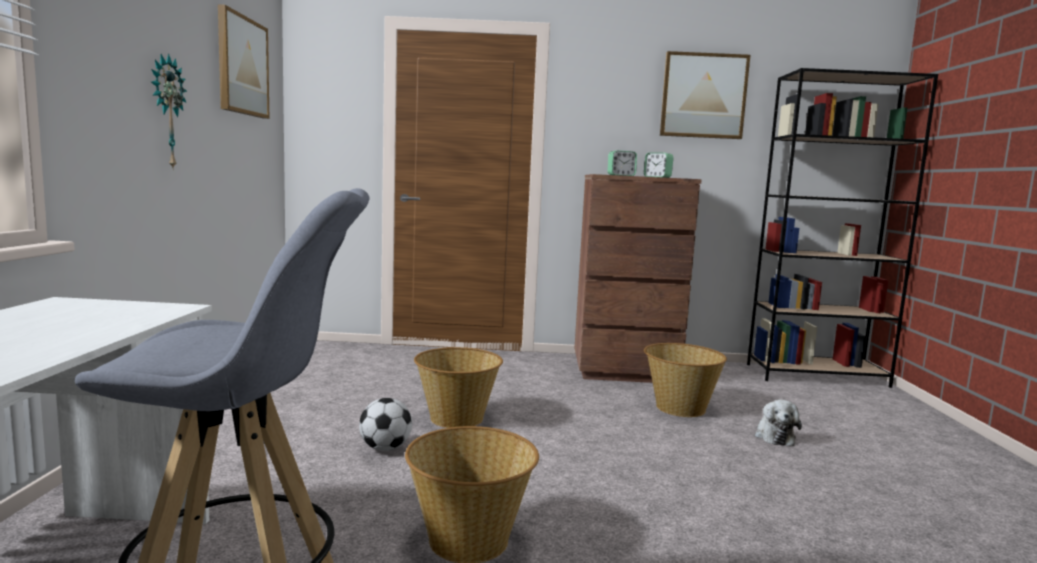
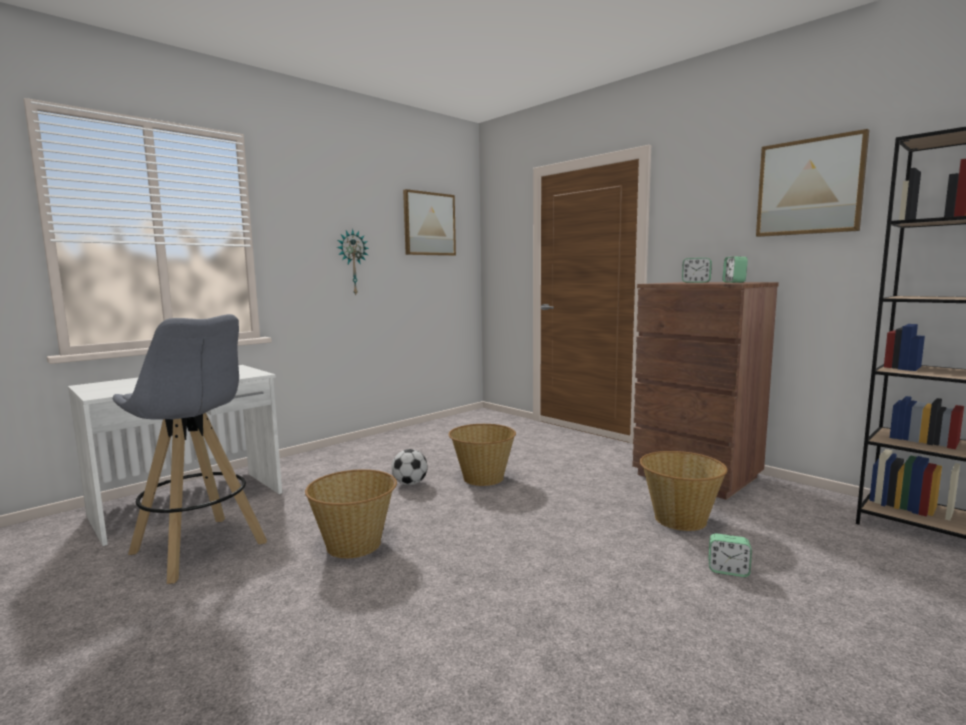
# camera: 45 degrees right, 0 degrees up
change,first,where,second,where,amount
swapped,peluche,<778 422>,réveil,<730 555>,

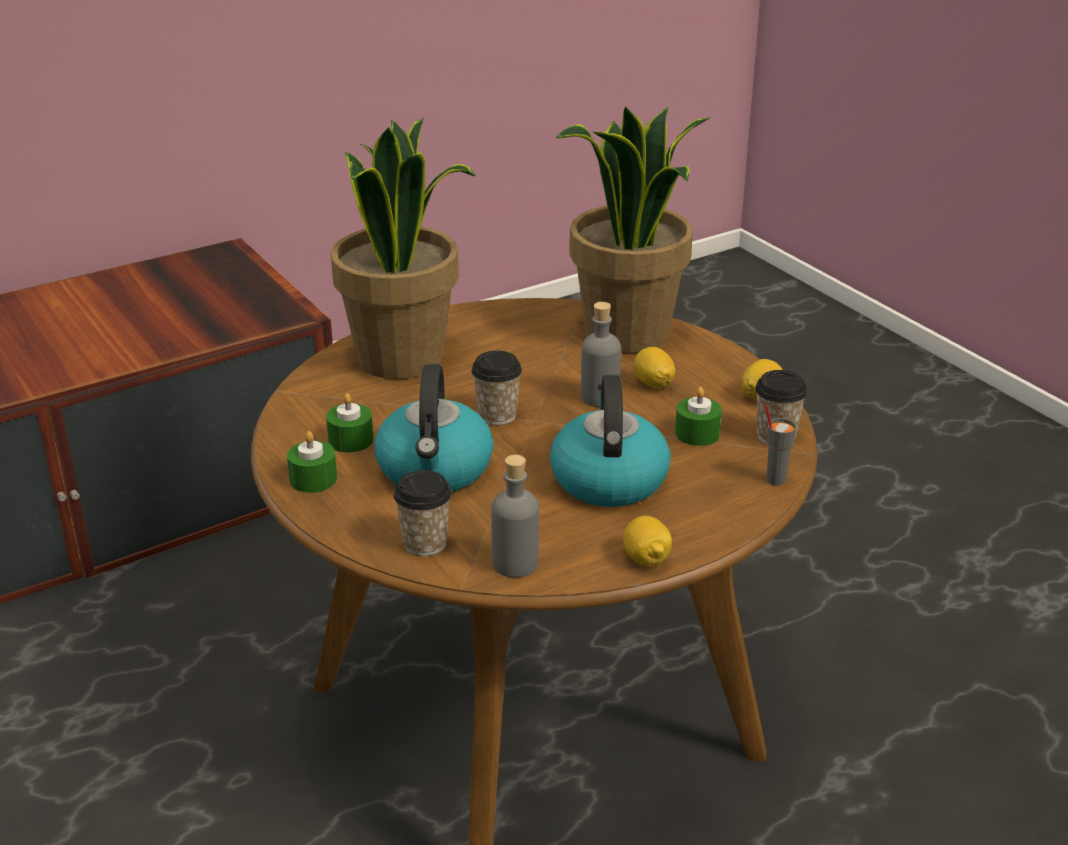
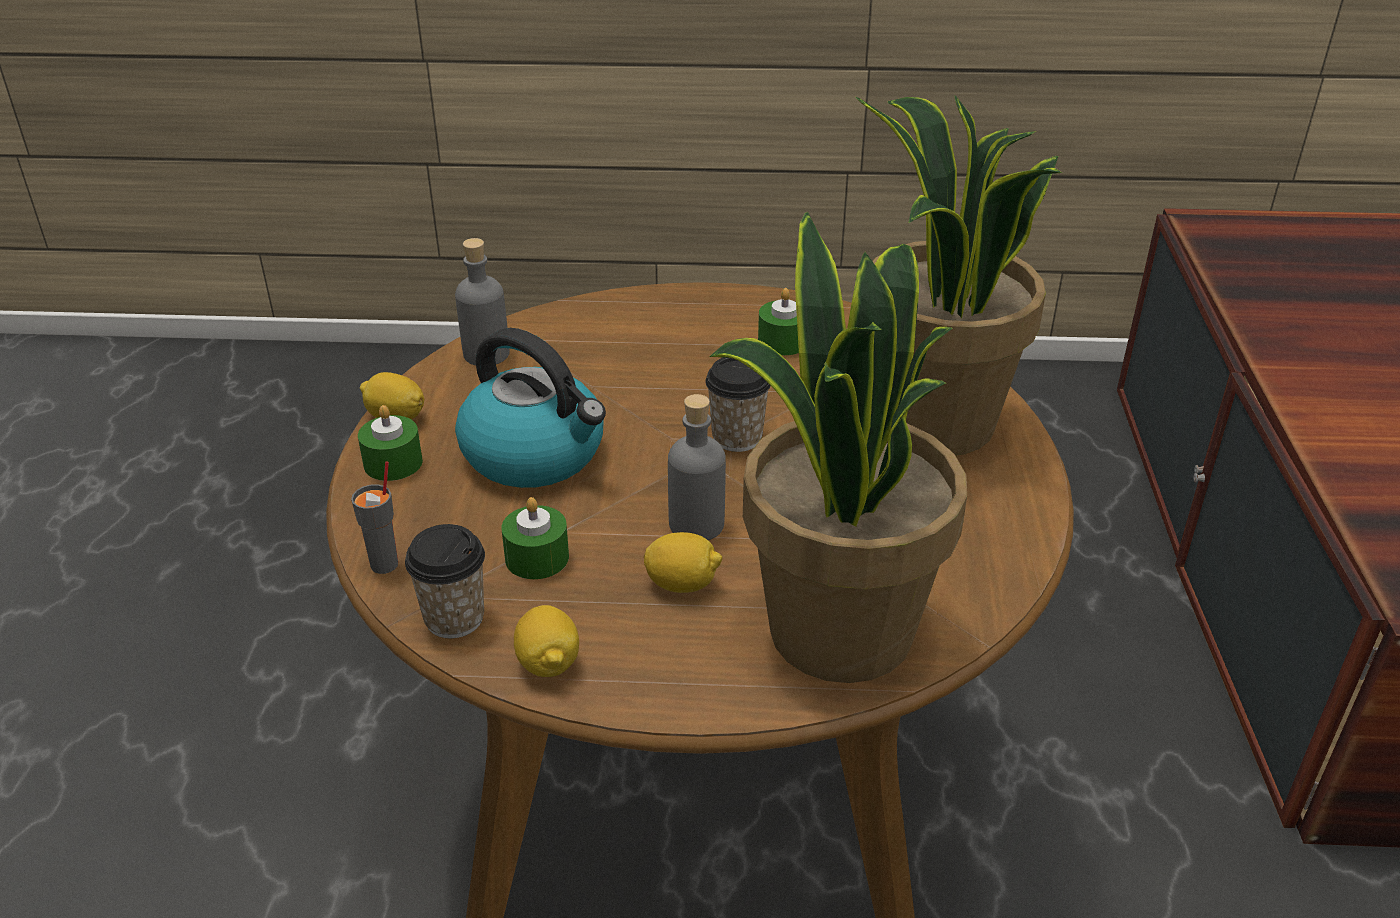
# camera: 125 degrees right, 5 degrees up
change,first,where,second,where,amount
gone,bouilloire,<433 428>,,,
gone,tasse,<422 513>,,,
shifted,bougie [vert],<312 462>,,<390 443>,

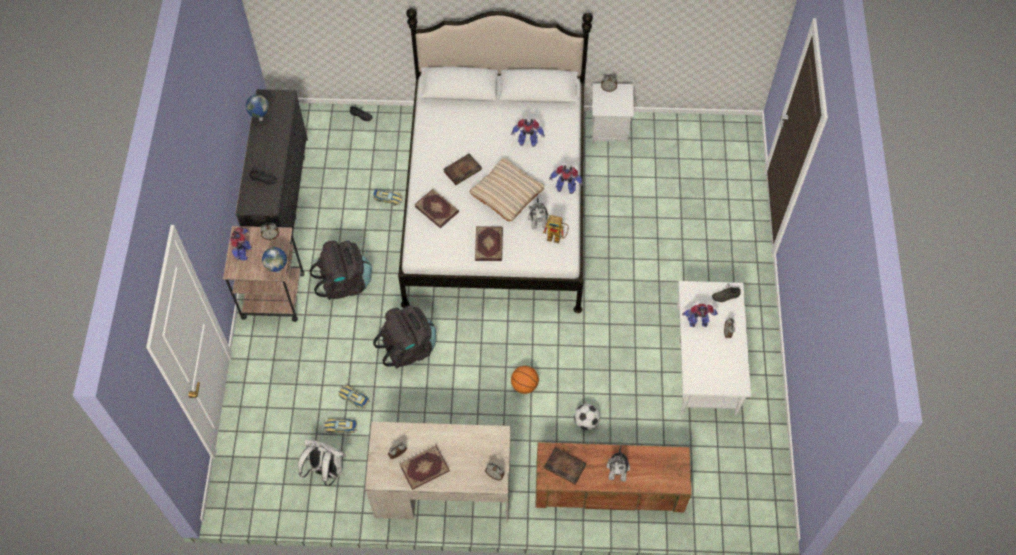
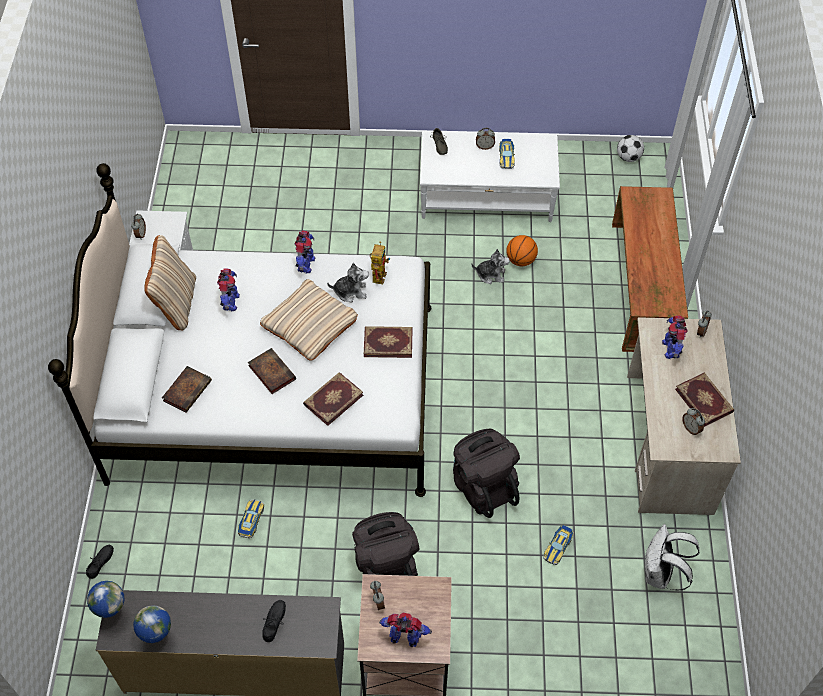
# camera: 90 degrees left, 5 degrees down
change,first,where,second,where,amount
new,,,coussin [beige],<170 283>,
shifted,globe,<274 260>,,<105 599>,
shifted,petite voiture,<340 426>,,<507 154>,
shifted,ballon de basket,<525 380>,,<522 250>,
shifted,livre,<565 466>,,<187 389>,
shifted,ballon de foot,<587 417>,,<630 148>,
shifted,peluche,<618 463>,,<490 266>,
shifted,robot jouet,<700 315>,,<675 337>,

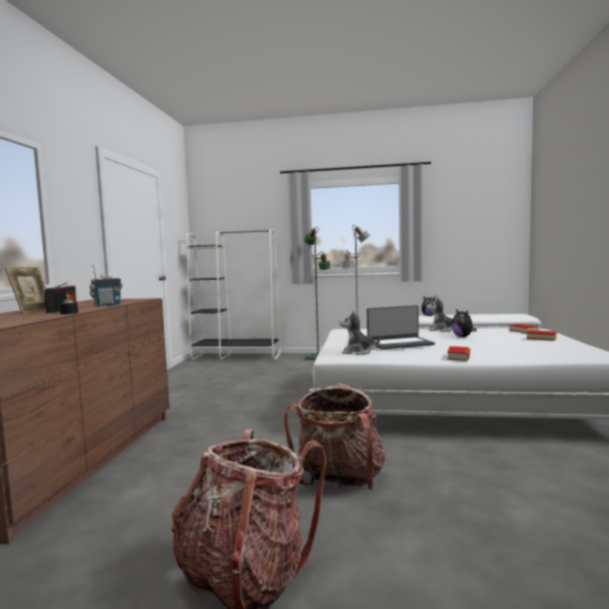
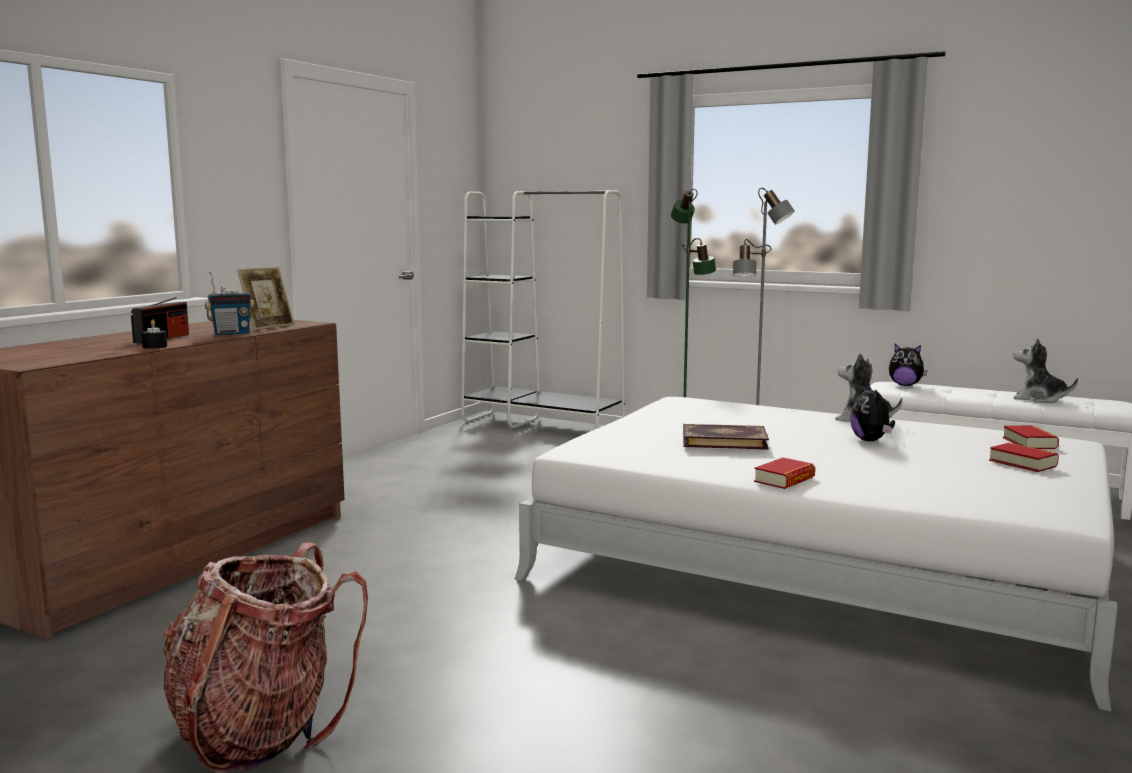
# camera: 20 degrees right, 5 degrees up
change,first,where,second,where,amount
gone,sac à dos,<334 436>,,,
shifted,cadre photo,<25 290>,,<266 298>,
shifted,peluche,<360 332>,,<1045 370>,
swapped,ordinateur portable,<401 327>,livre,<726 437>,

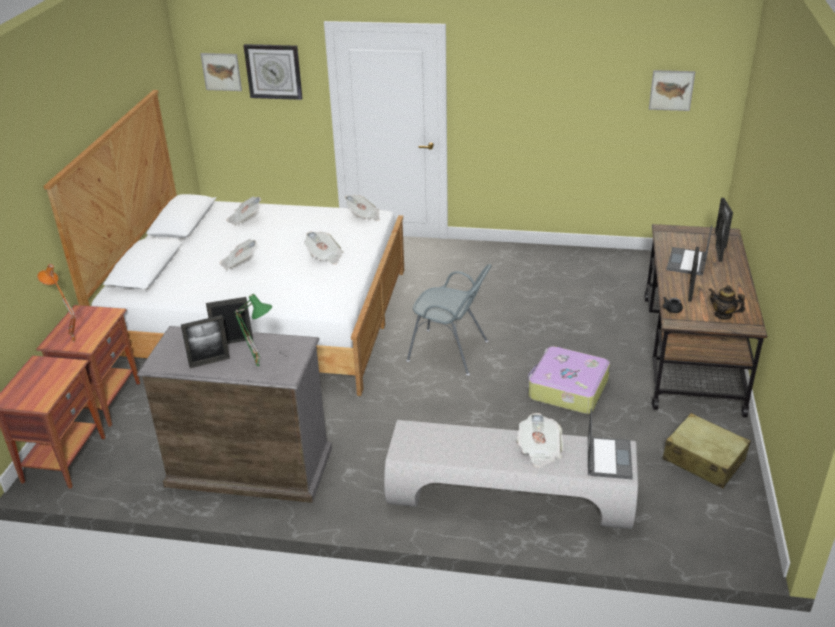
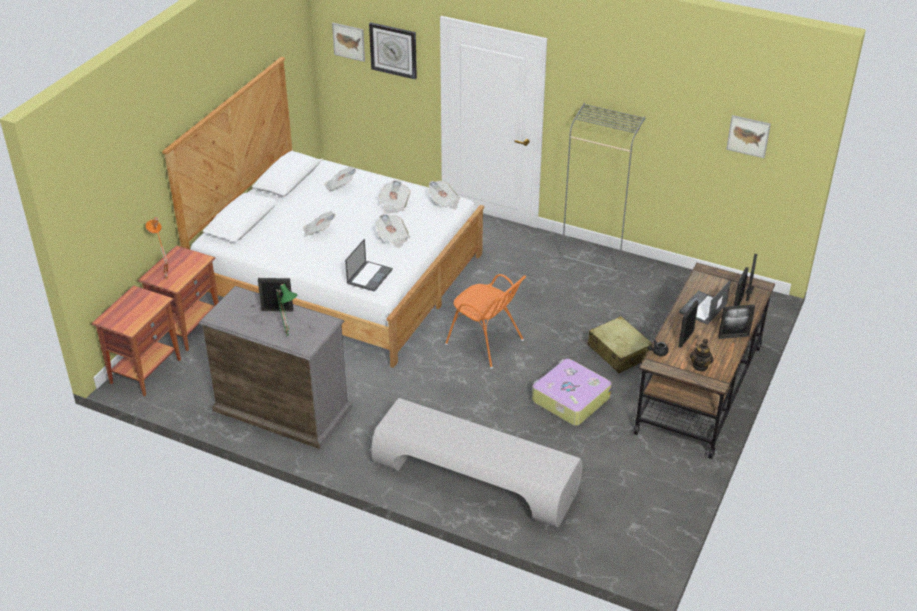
# camera: 15 degrees right, 5 degrees up
change,first,where,second,where,amount
new,,,portant [gris],<603 187>,
shifted,cadre photo,<205 341>,,<736 322>,
shifted,journal,<540 440>,,<395 197>,
shifted,ordinateur portable,<610 443>,,<369 265>,
shifted,valise [beige],<706 451>,,<619 344>,
repainted,chaise [gris],<449 320>,chaise [orange],<485 321>,
rotated,théière,<727 302>,,<701 355>,120 degrees counterclockwise

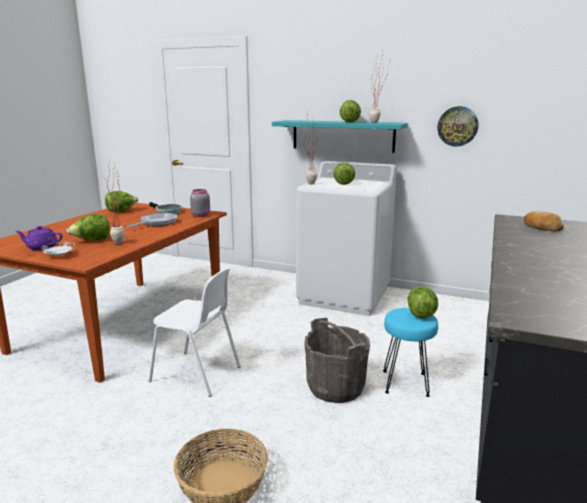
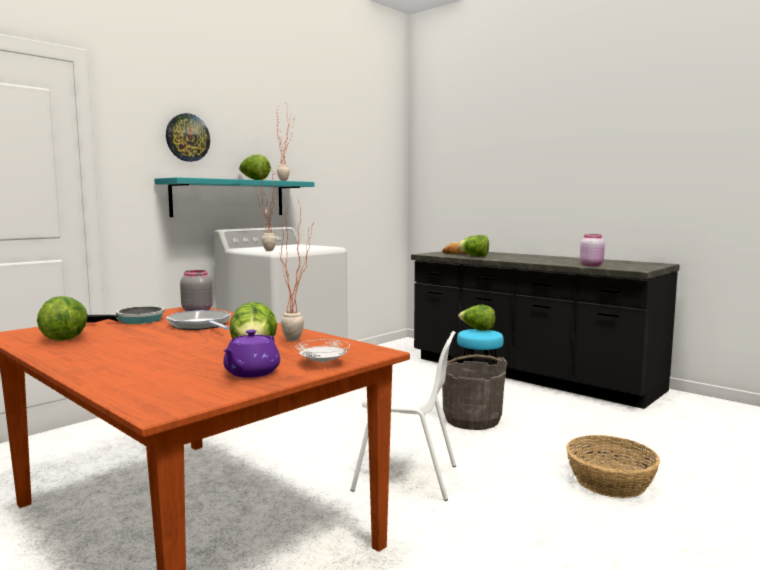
# camera: 70 degrees left, 10 degrees down
change,first,where,second,where,amount
new,,,bocal [rose],<592 250>,
shifted,laitue,<344 174>,,<473 246>,
shifted,horloge murale,<457 126>,,<188 137>,
rotated,chaise [blanc],<194 332>,,<403 416>,60 degrees clockwise

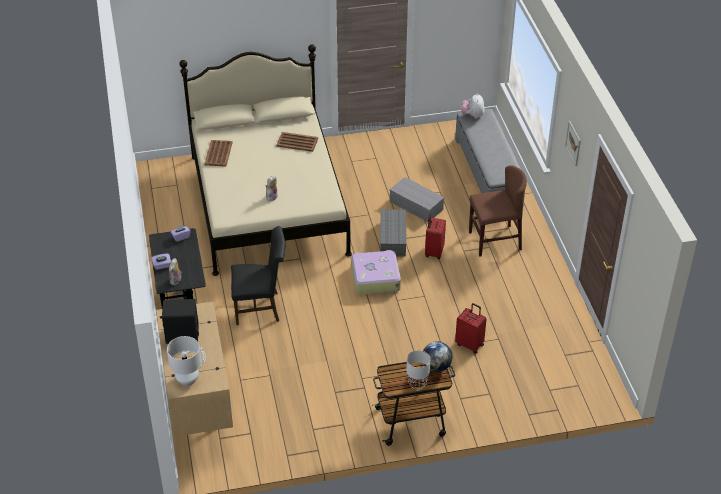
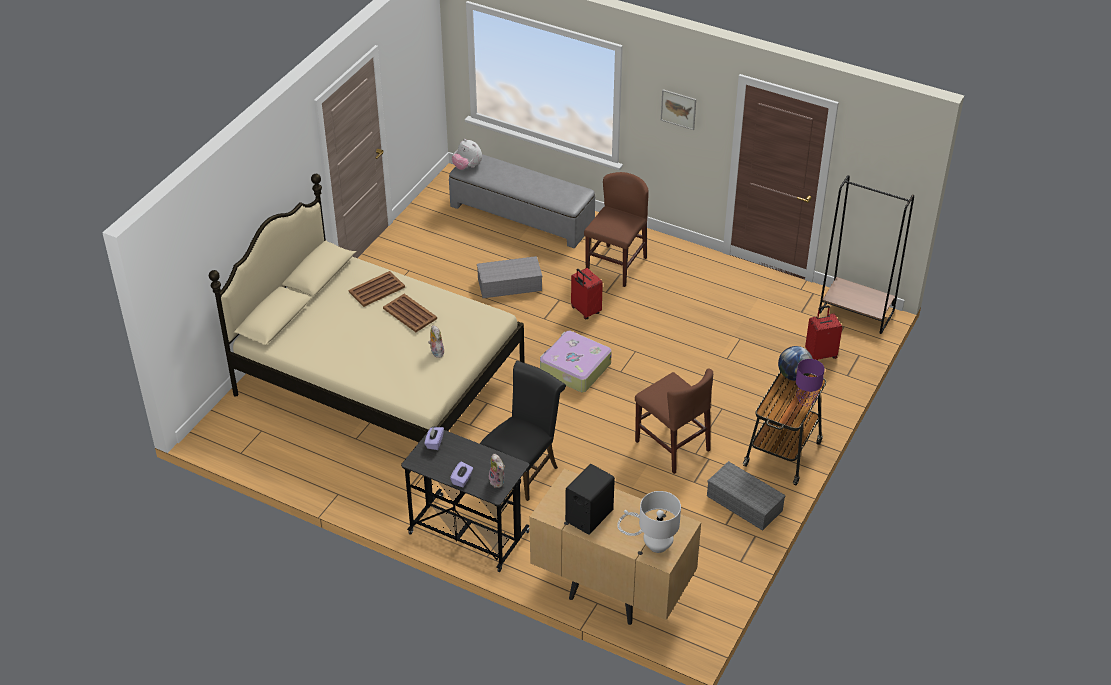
# camera: 50 degrees left, 0 degrees up
change,first,where,second,where,amount
new,,,chaise [marron],<674 421>,
new,,,portant,<866 254>,
shifted,plateau [marron],<218 153>,,<410 313>,
shifted,boîte de rangement [gris],<393 232>,,<746 496>,
shifted,valise [rouge],<470 328>,,<823 333>,
repainted,lampe de table [gris],<418 370>,lampe de table [violet],<810 382>,

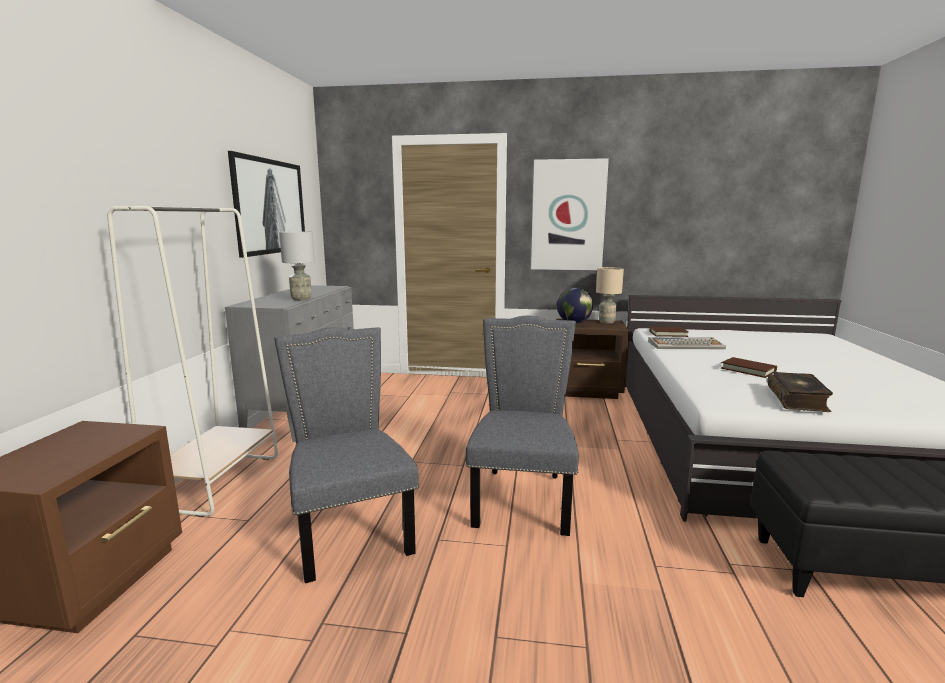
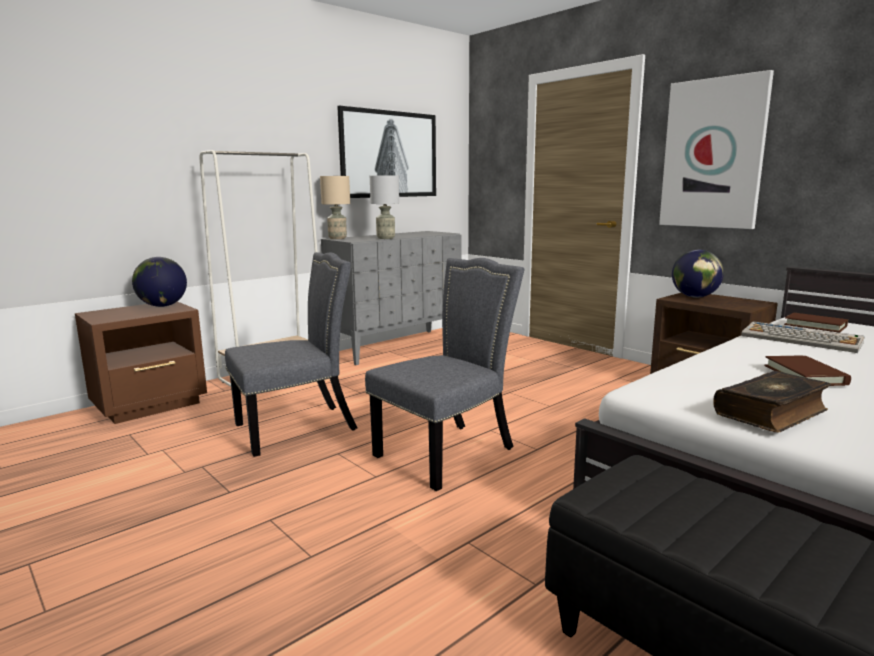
# camera: 40 degrees right, 0 degrees up
change,first,where,second,where,amount
new,,,globe,<159 282>,
shifted,lampe de table [beige],<610 295>,,<335 207>,
rotated,chaise [gris],<346 455>,,<291 354>,45 degrees clockwise

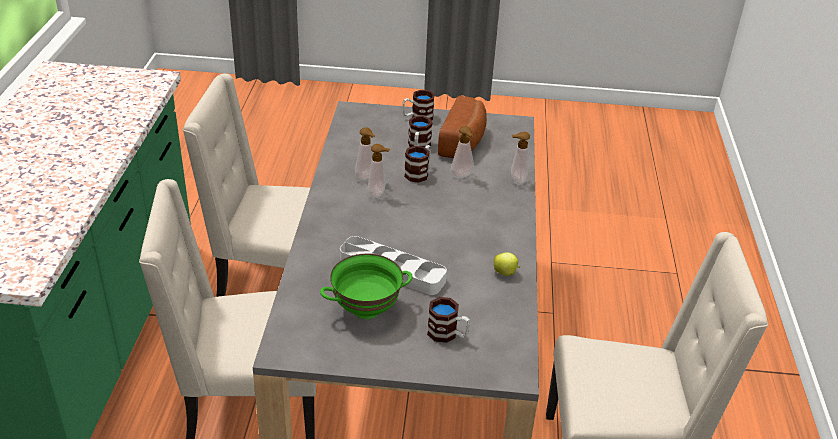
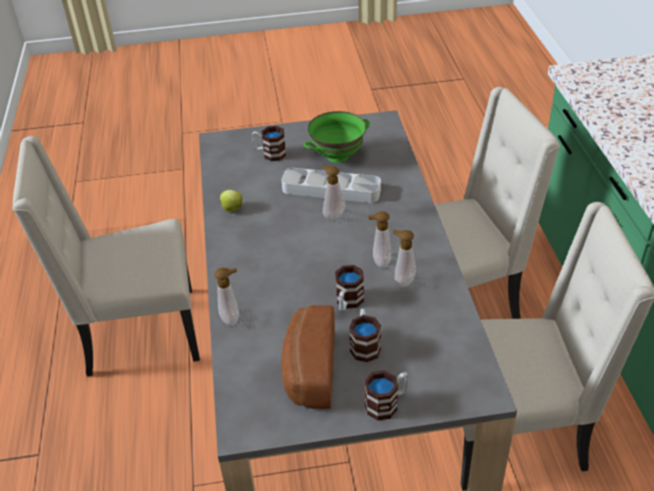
# camera: 170 degrees right, 5 degrees up
change,first,where,second,where,amount
shifted,distributeur de savon,<462 152>,,<333 192>,

